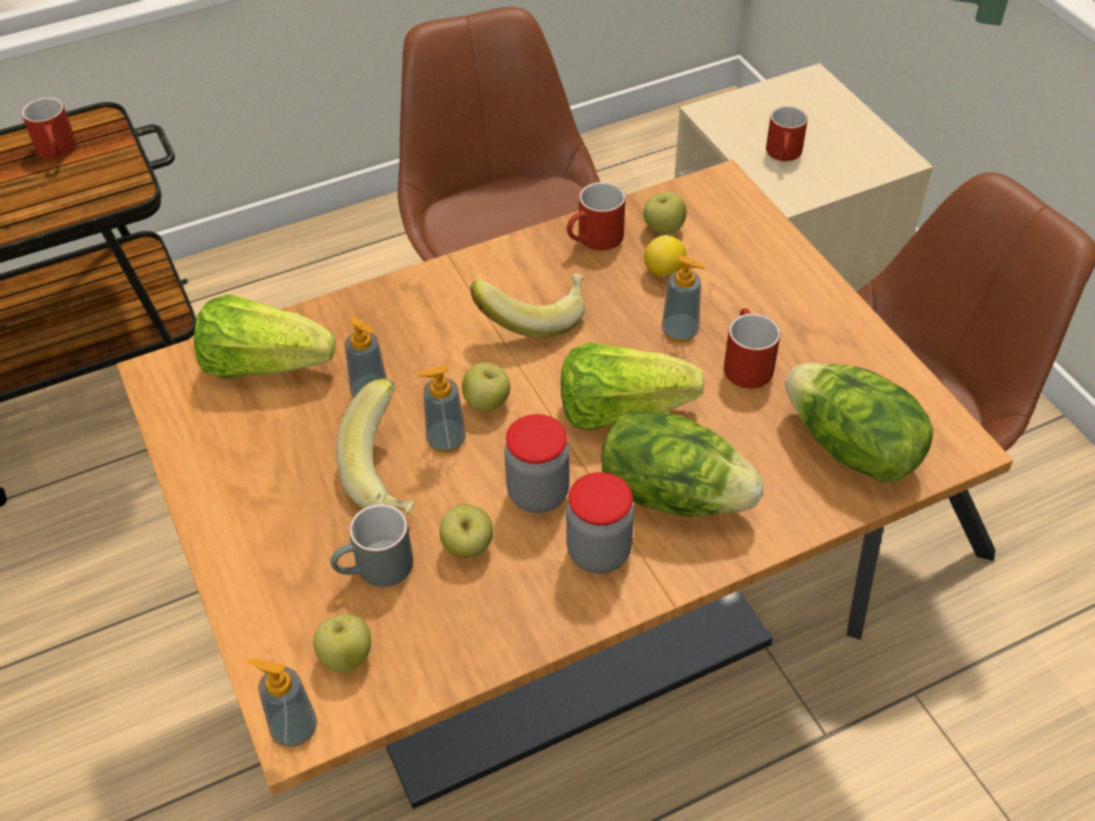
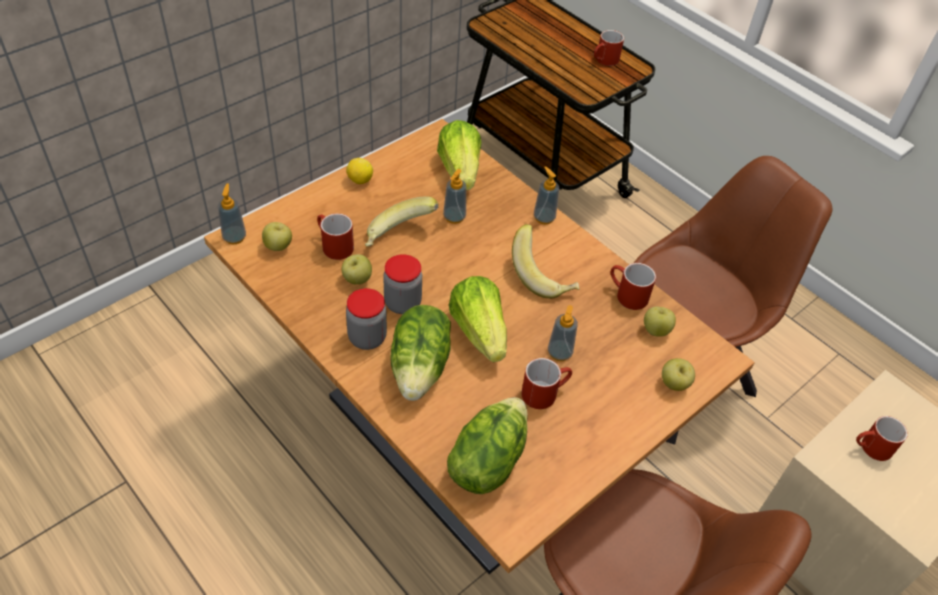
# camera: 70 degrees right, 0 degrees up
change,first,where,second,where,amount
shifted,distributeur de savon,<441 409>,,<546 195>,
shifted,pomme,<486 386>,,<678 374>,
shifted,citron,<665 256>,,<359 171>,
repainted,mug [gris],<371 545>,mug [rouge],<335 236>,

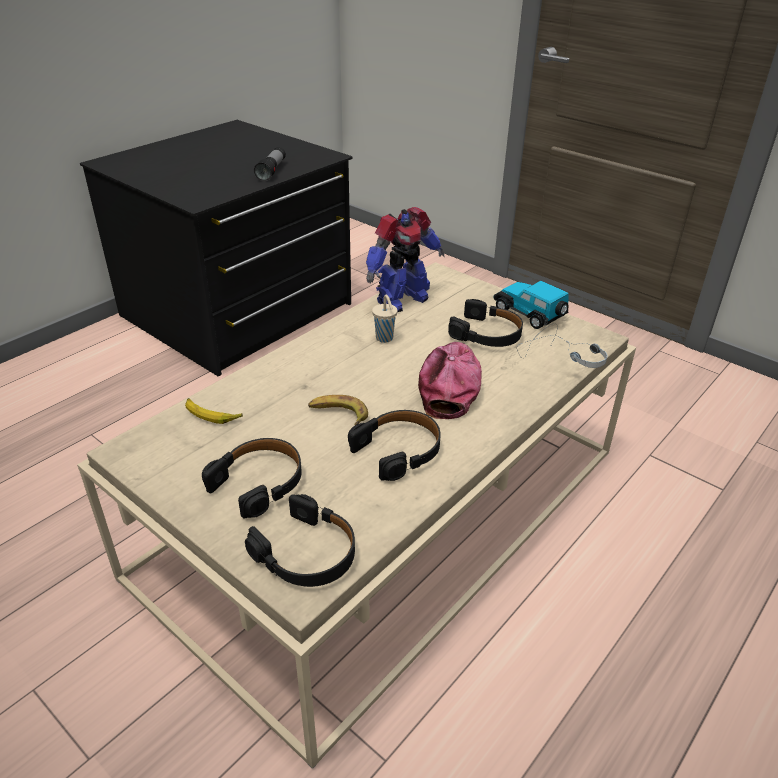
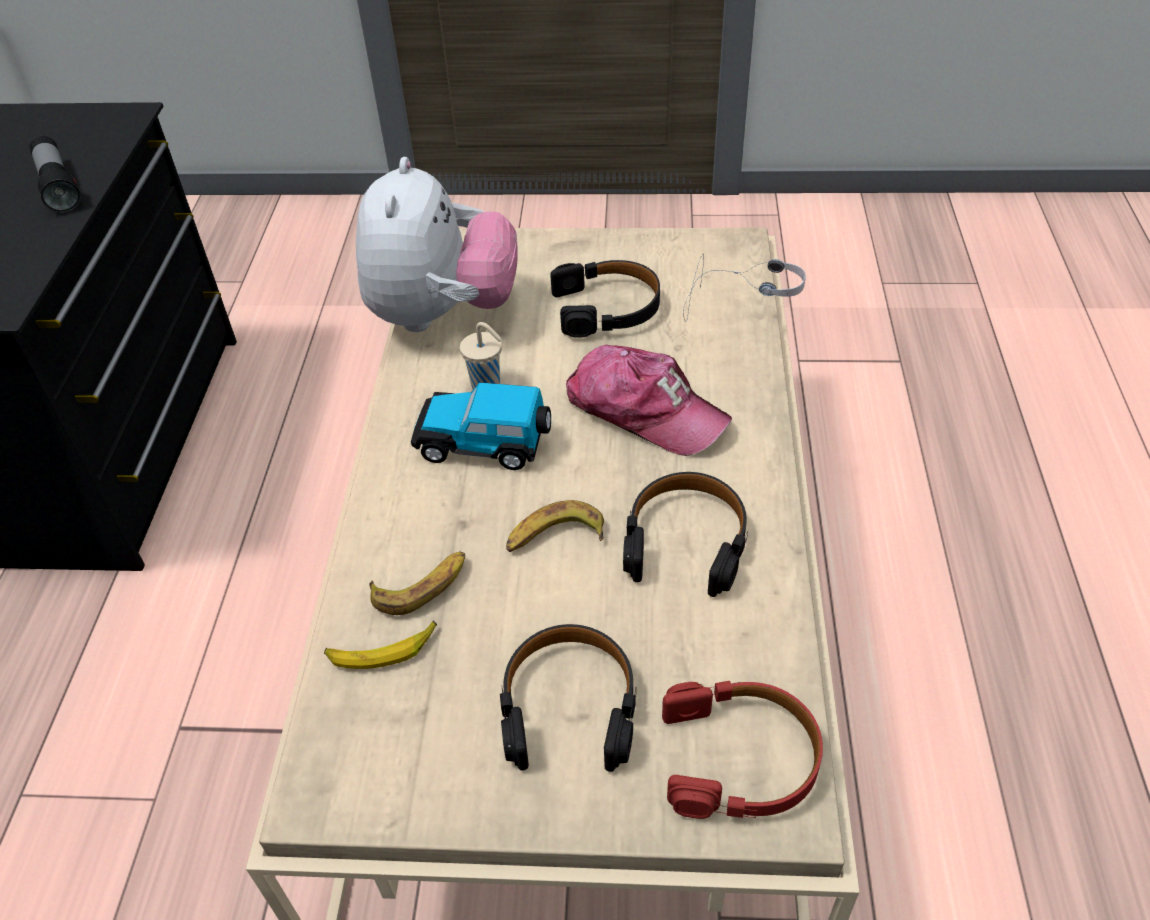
# camera: 35 degrees left, 10 degrees up
change,first,where,second,where,amount
new,,,banane,<417 583>,
shifted,petite voiture,<531 305>,,<481 426>,
swapped,robot jouet,<405 259>,peluche,<437 244>,
repainted,casque audio [noir],<300 540>,casque audio [rouge],<742 750>,
rotated,casquette,<450 380>,,<649 400>,150 degrees clockwise

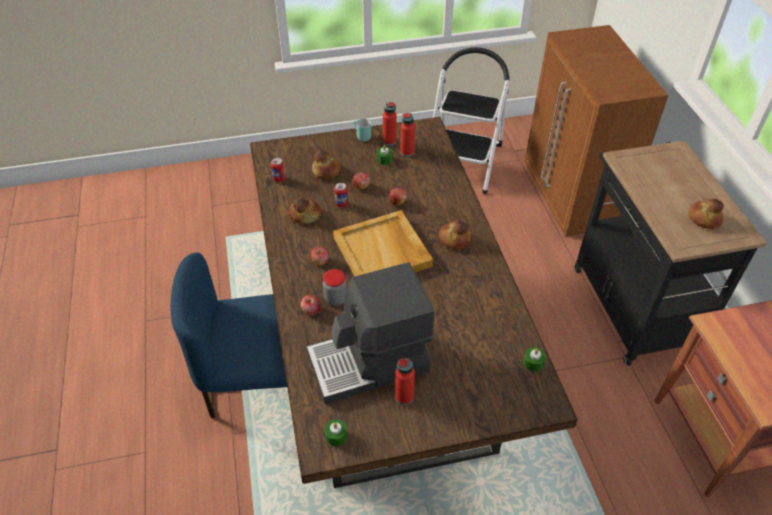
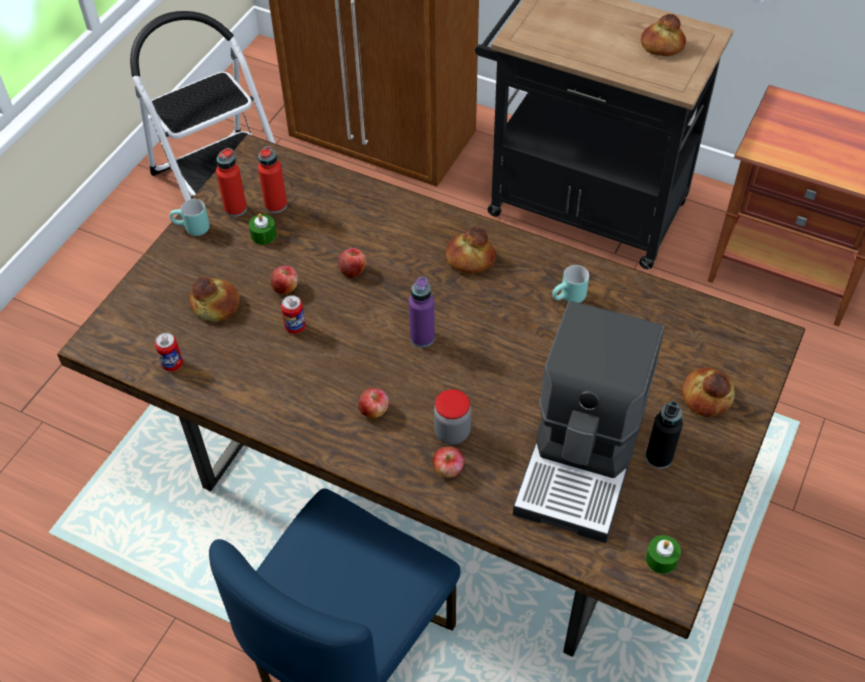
# camera: 50 degrees left, 5 degrees up
change,first,where,second,where,amount
gone,bougie [vert],<534 359>,,,
new,,,mug [turquoise],<570 284>,
shifted,pain,<304 211>,,<708 392>,
swapped,plateau [beige],<383 243>,bouteille [violet],<422 312>,
repainted,bouteille [rouge],<405 381>,bouteille [noir],<664 435>,

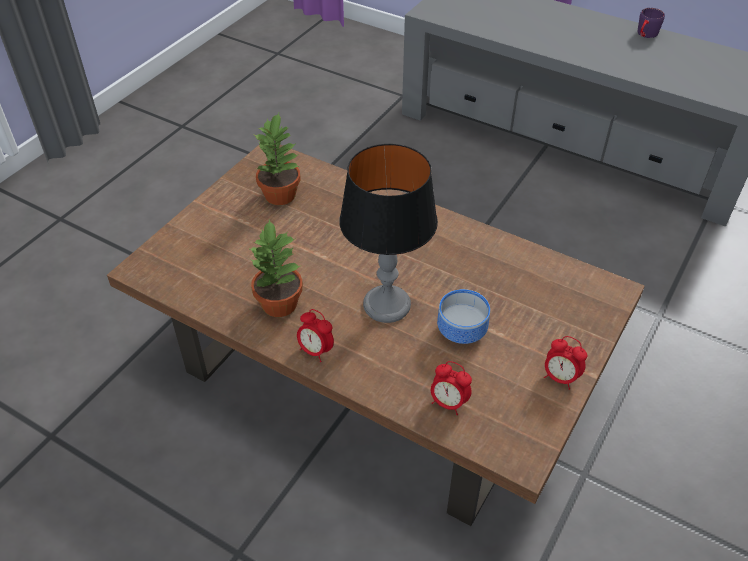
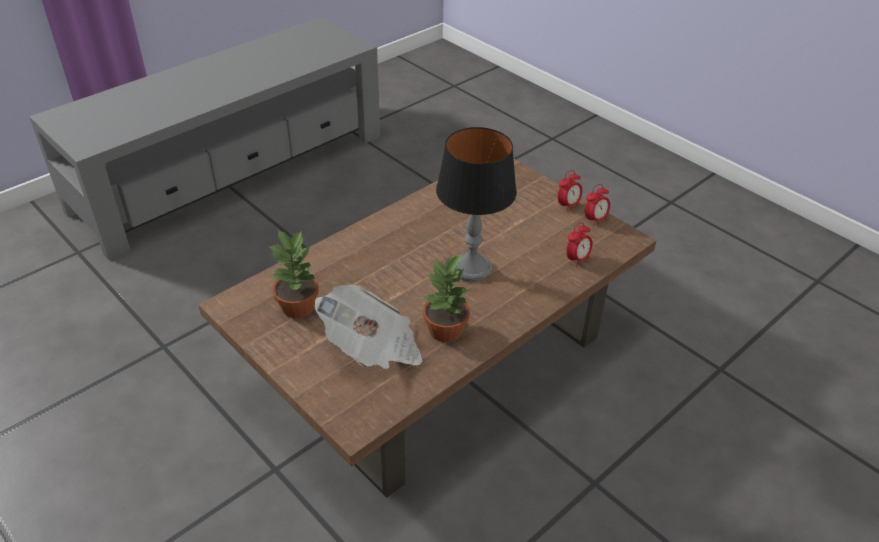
# camera: 75 degrees left, 5 degrees down
change,first,where,second,where,amount
gone,bol,<463 316>,,,
gone,mug [violet],<651 23>,,,
new,,,journal,<368 326>,
shifted,réveil,<315 335>,,<597 205>,

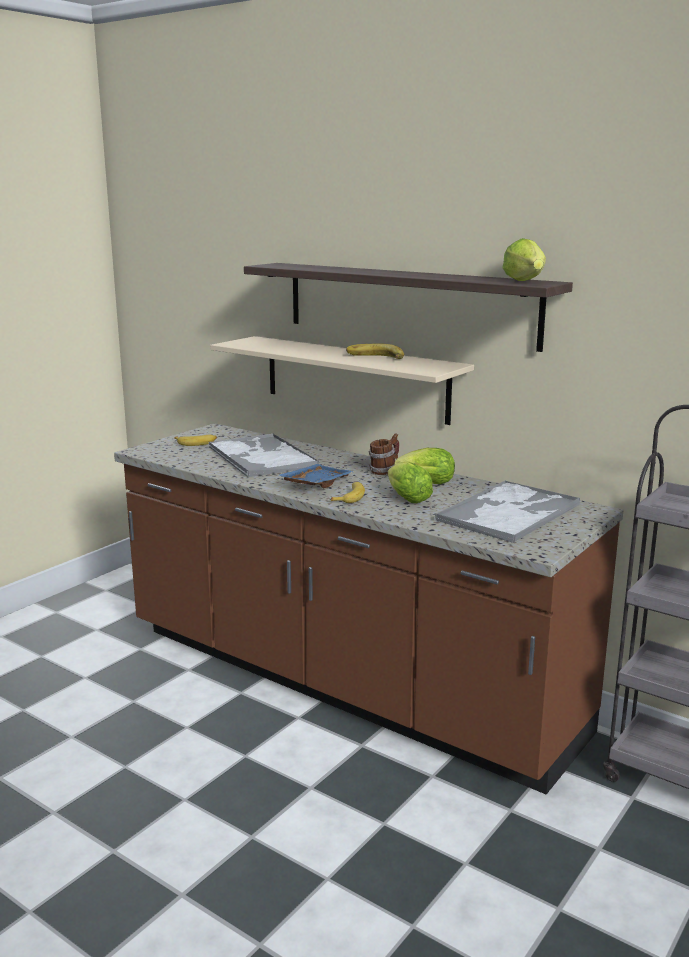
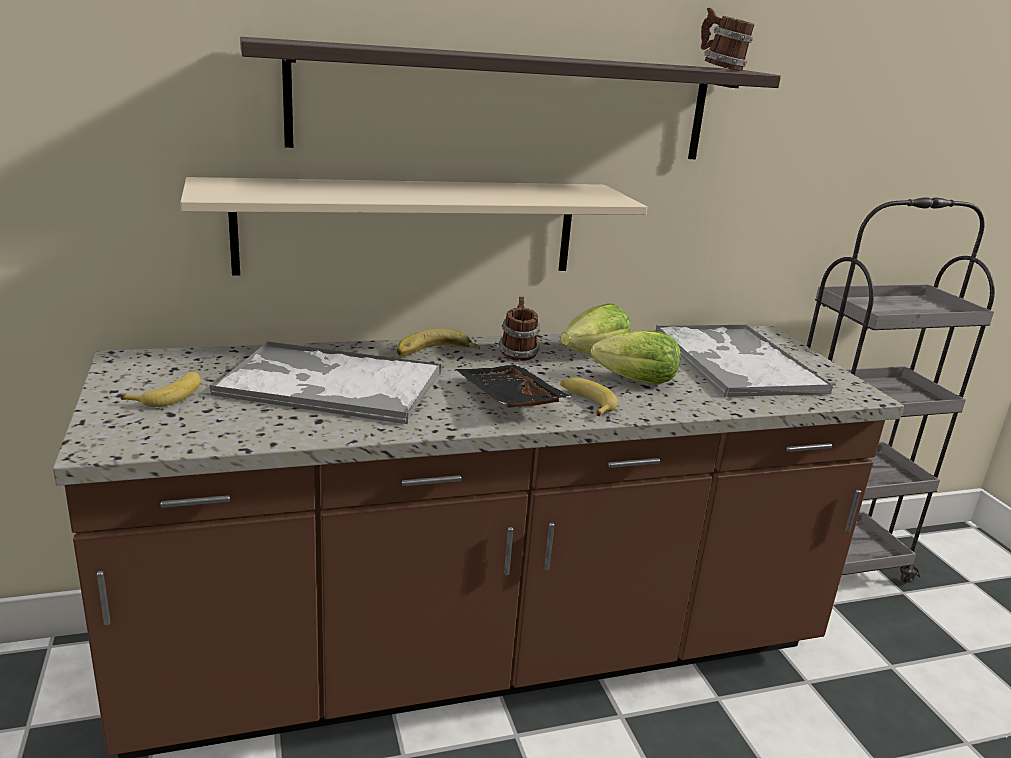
# camera: 55 degrees left, 5 degrees up
change,first,where,second,where,amount
shifted,banane,<375 351>,,<438 342>,
swapped,laitue,<524 259>,mug,<727 39>,
repainted,plateau [bleu],<315 476>,plateau [noir],<513 386>,

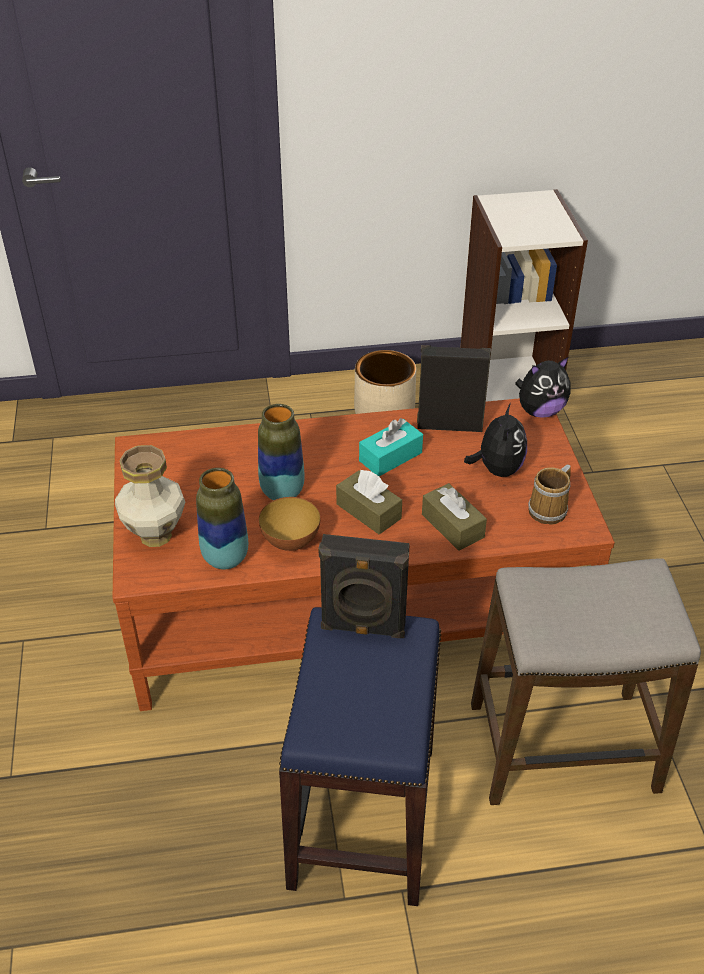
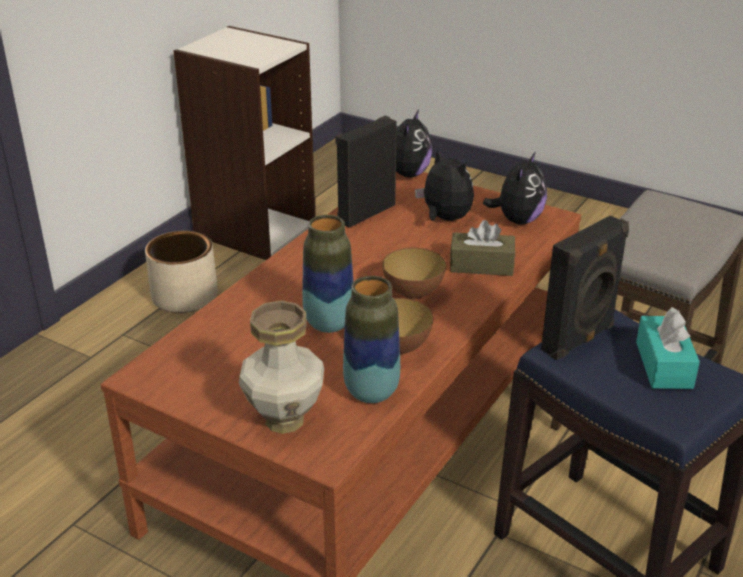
# camera: 50 degrees left, 10 degrees down
change,first,where,second,where,amount
shifted,boîte à mouchoirs [turquoise],<391 447>,,<668 348>,
swapped,boîte à mouchoirs [marron],<369 502>,bol,<414 274>,
swapped,mug,<549 495>,peluche,<515 188>,

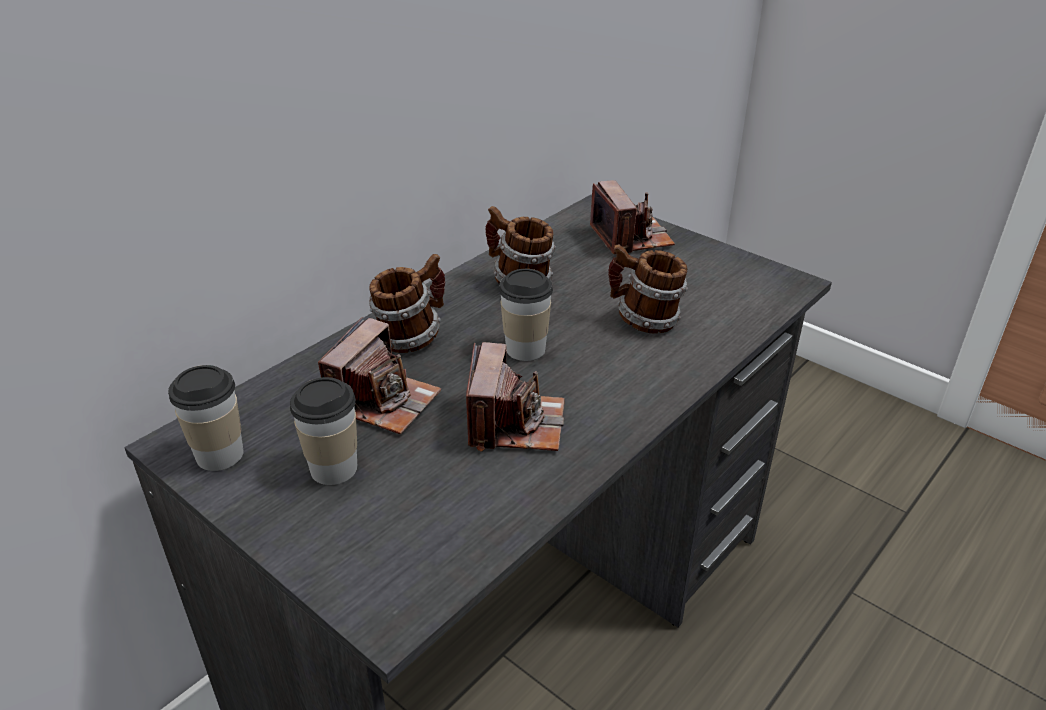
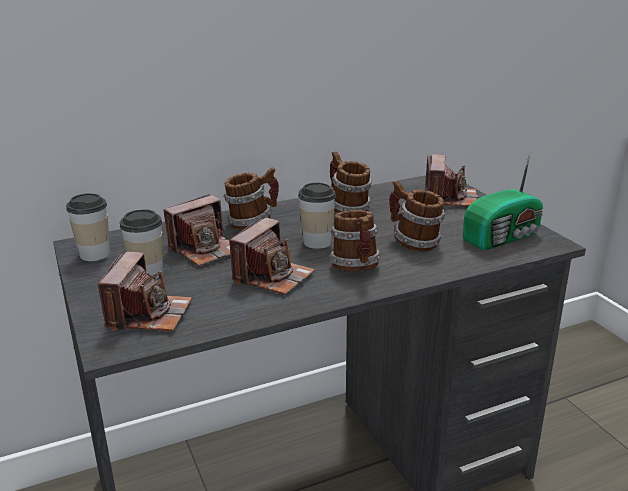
# camera: 25 degrees right, 10 degrees down
change,first,where,second,where,amount
new,,,appareil photo,<145 291>,
new,,,mug,<354 241>,
new,,,radio,<503 200>,

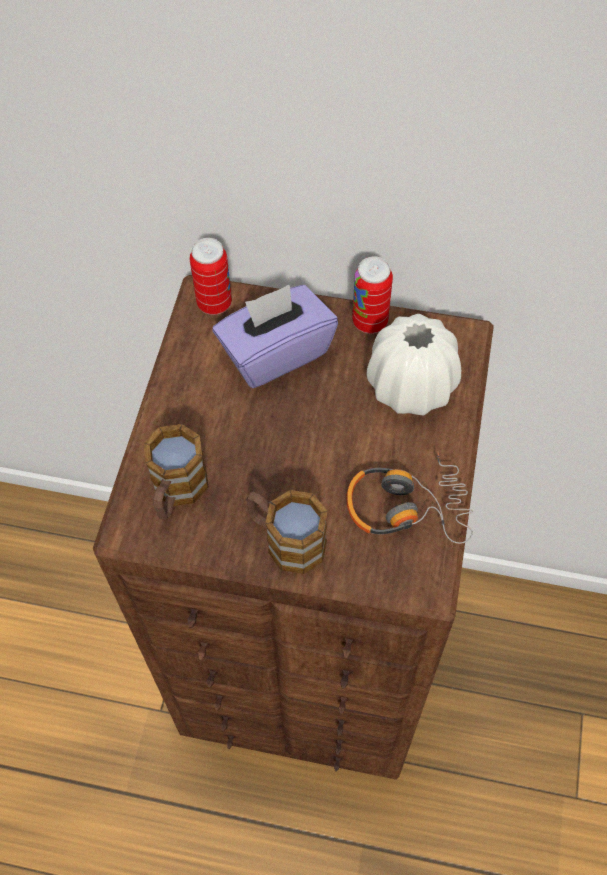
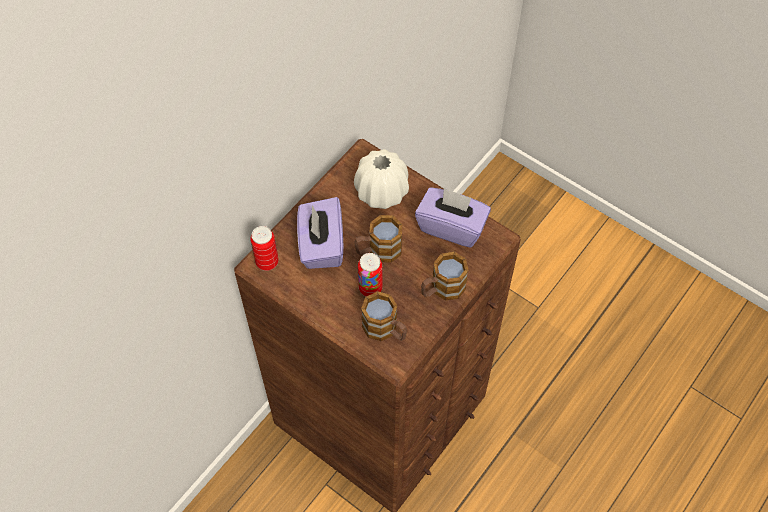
# camera: 65 degrees left, 0 degrees up
change,first,where,second,where,amount
new,,,mug,<378 239>,
shifted,boîte métallique,<372 295>,,<370 275>,
swapped,casque audio,<409 497>,boîte à mouchoirs [violet],<453 217>,

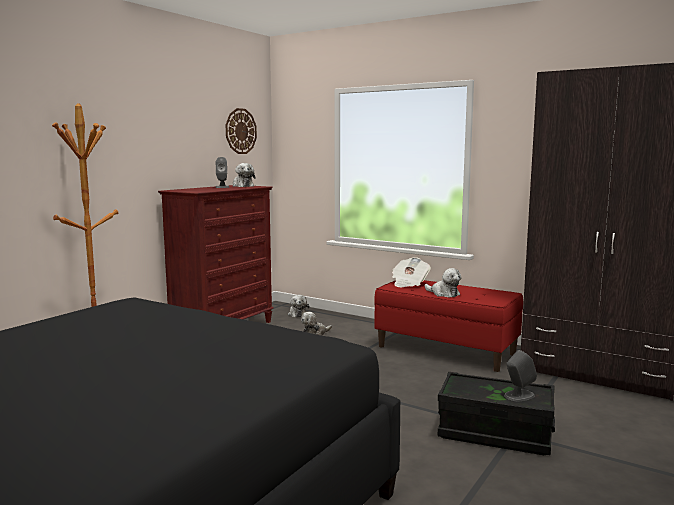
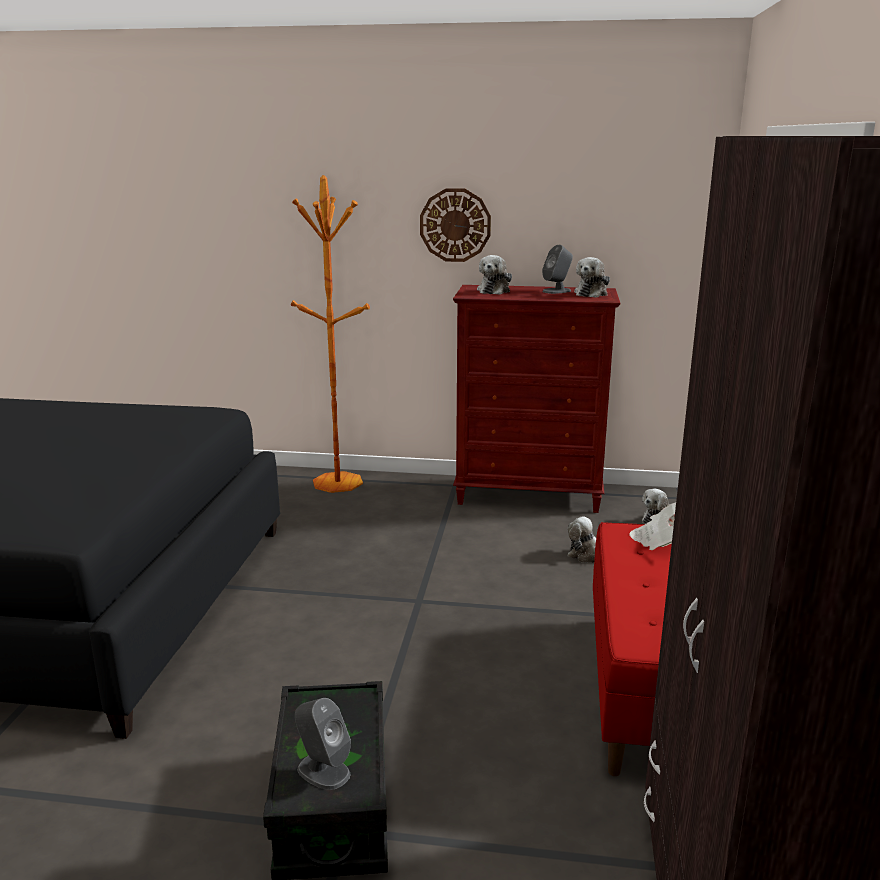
# camera: 65 degrees right, 10 degrees up
change,first,where,second,where,amount
shifted,horloge murale,<241 131>,,<455 225>,
shifted,peluche,<443 282>,,<494 275>,

